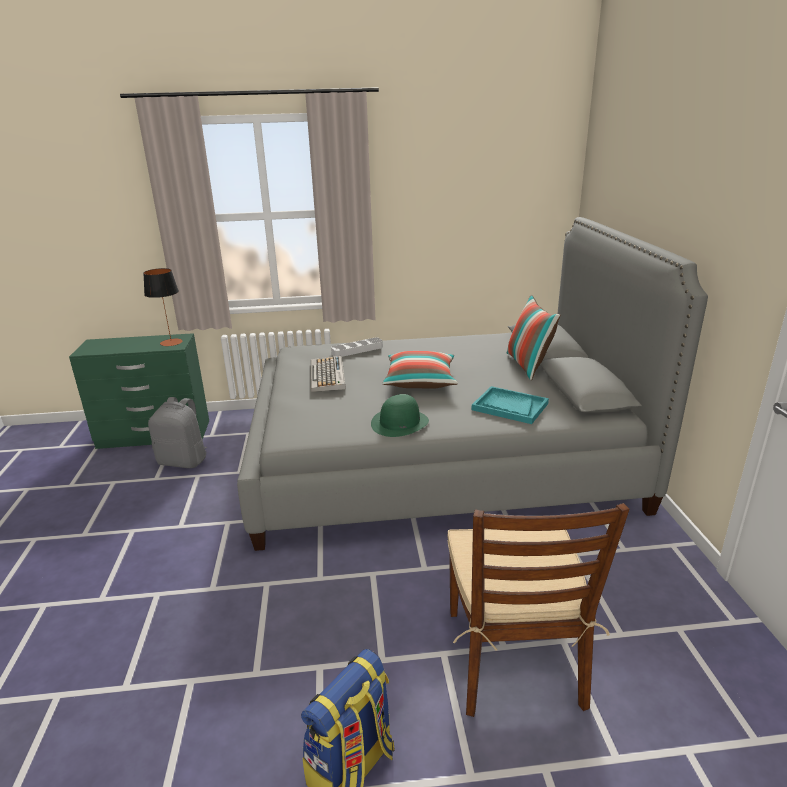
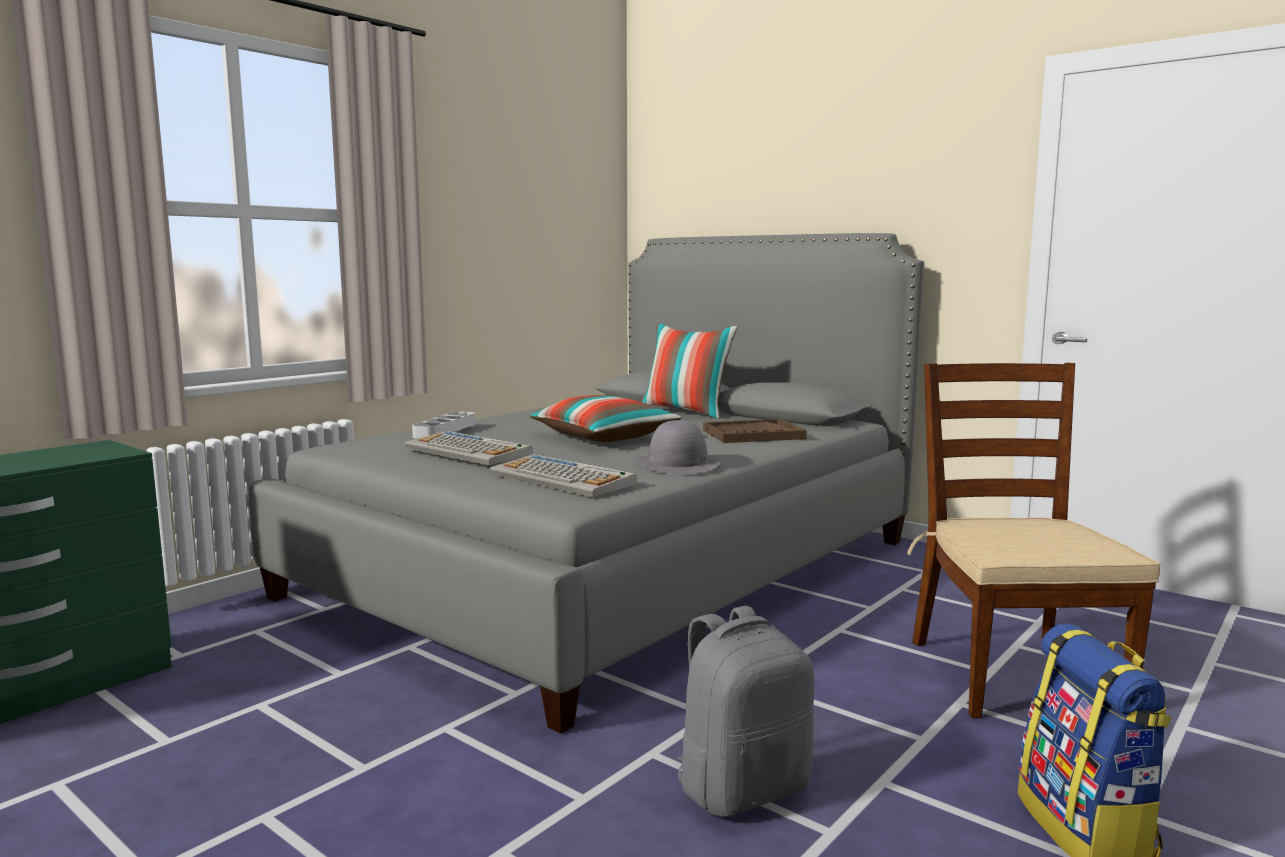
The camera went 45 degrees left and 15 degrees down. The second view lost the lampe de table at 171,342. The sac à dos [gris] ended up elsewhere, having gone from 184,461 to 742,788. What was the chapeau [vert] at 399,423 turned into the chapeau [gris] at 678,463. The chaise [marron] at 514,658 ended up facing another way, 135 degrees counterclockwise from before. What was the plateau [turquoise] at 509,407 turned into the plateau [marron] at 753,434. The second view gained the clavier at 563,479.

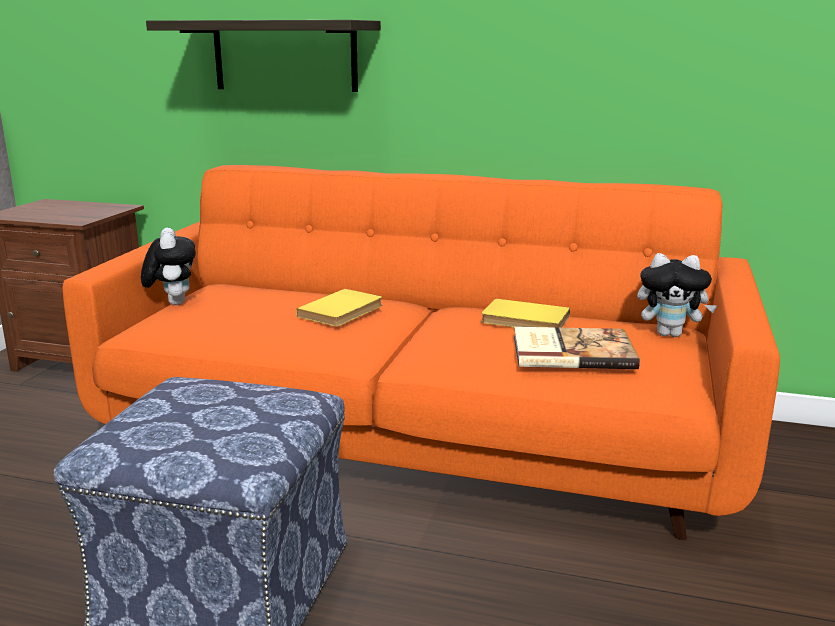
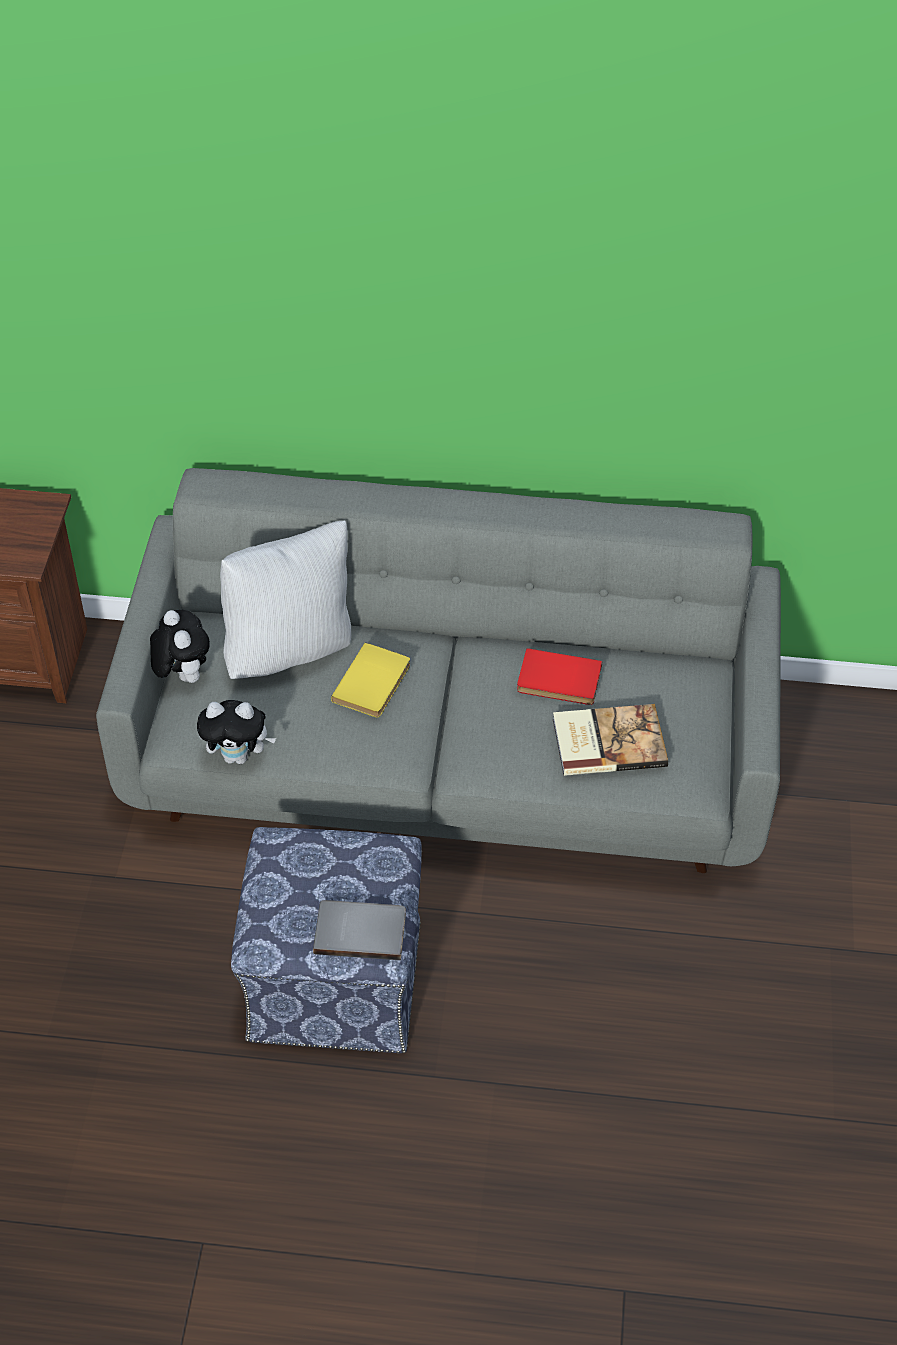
The camera went 10 degrees left and 30 degrees up. What was the canapé [orange] at 419,438 turned into the canapé [gris] at 449,760. The second view lost the étagère at 285,56. What was the livre [jaune] at 524,320 turned into the livre [rouge] at 558,681. The peluche ended up elsewhere, having gone from 670,334 to 238,756. The second view gained the coussin [blanc] at 290,649. The second view gained the livre [gris] at 360,930.

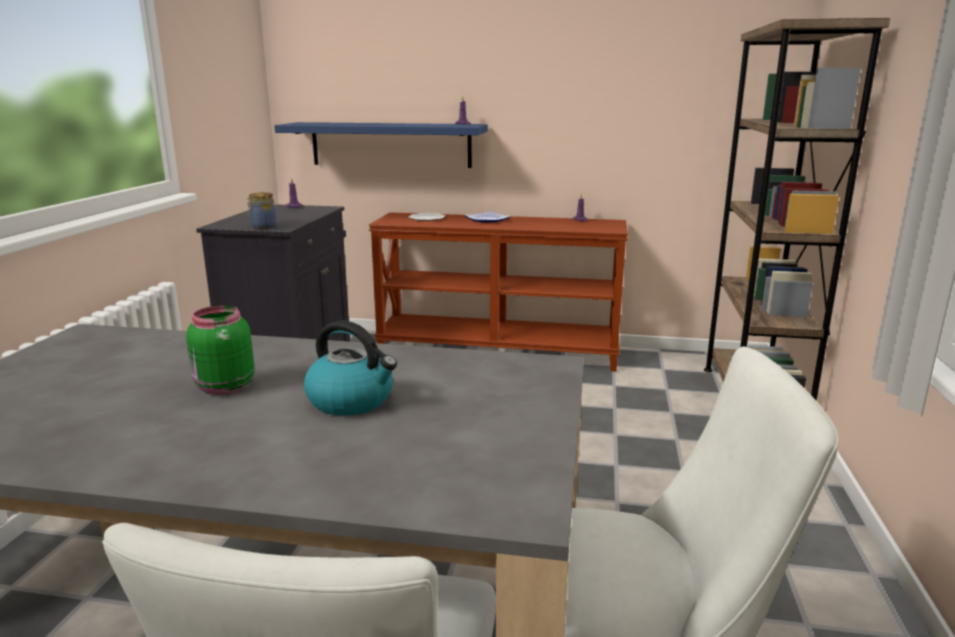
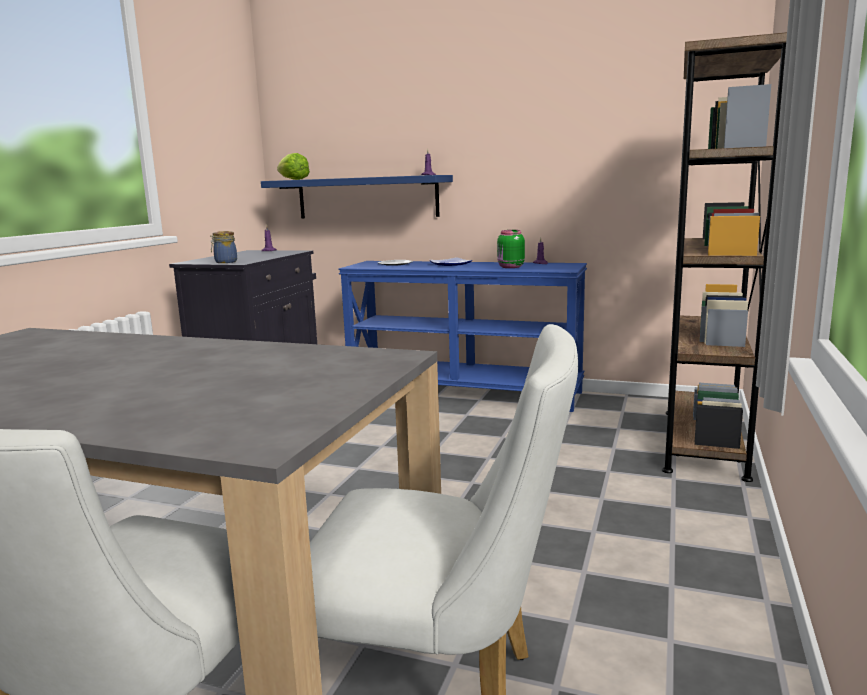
The camera went 10 degrees right and 5 degrees down. The bocal [vert] ended up elsewhere, having gone from 223,387 to 510,267. The second view lost the bouilloire at 352,400. What was the table console [marron] at 499,350 turned into the table console [bleu] at 464,392. The second view gained the laitue at 293,179.

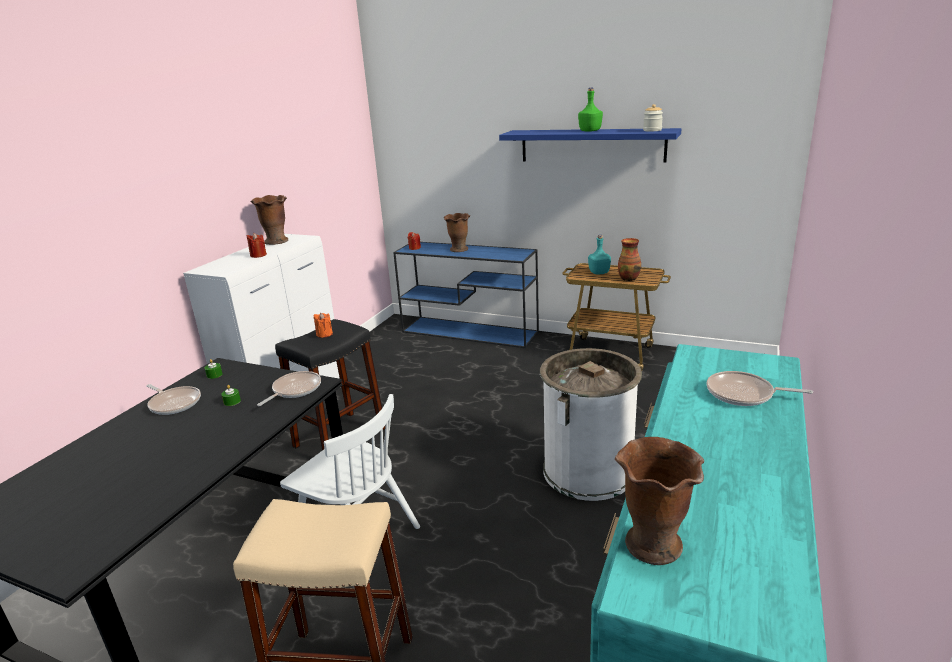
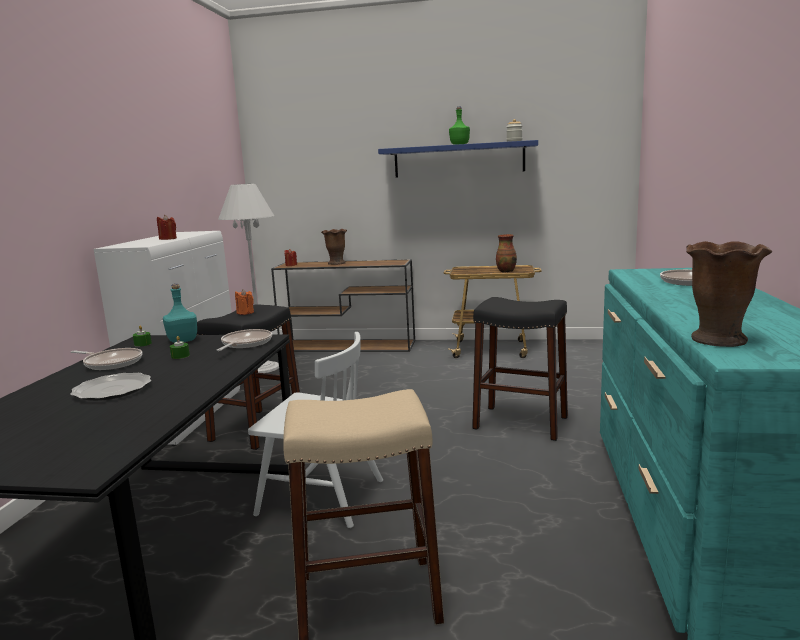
The camera went 15 degrees left and 10 degrees down. The second view lost the vase [marron] at 276,241. What was the table console [bleu] at 471,332 turned into the table console [marron] at 349,346. Where the poubelle [blanc] stood at 588,471, the tabouret [noir] came to stand at 521,422. The bouteille [turquoise] ended up elsewhere, having gone from 599,273 to 183,341. The second view gained the assiette at 113,389. The second view gained the lampadaire [blanc] at 262,368.

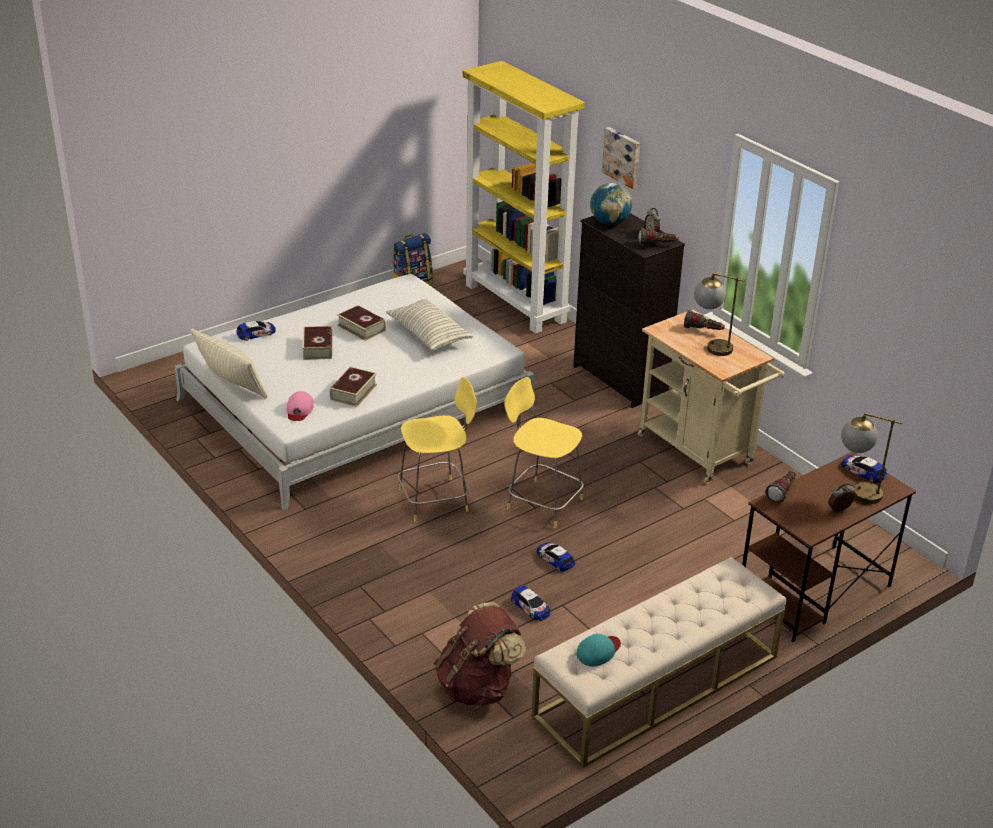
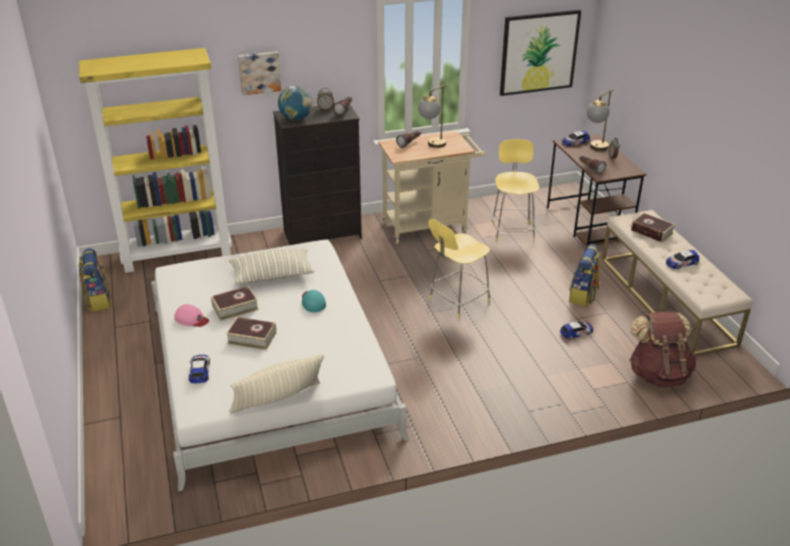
The camera went 70 degrees left and 0 degrees up. The casquette [rose] ended up elsewhere, having gone from 299,410 to 191,319. The livre ended up elsewhere, having gone from 353,392 to 651,232. The tabouret [jaune] ended up elsewhere, having gone from 436,499 to 512,231. The petite voiture ended up elsewhere, having gone from 555,559 to 681,263. The casquette [turquoise] ended up elsewhere, having gone from 598,651 to 313,302. The second view gained the tableau at 539,52. The second view gained the sac à dos at 583,296.

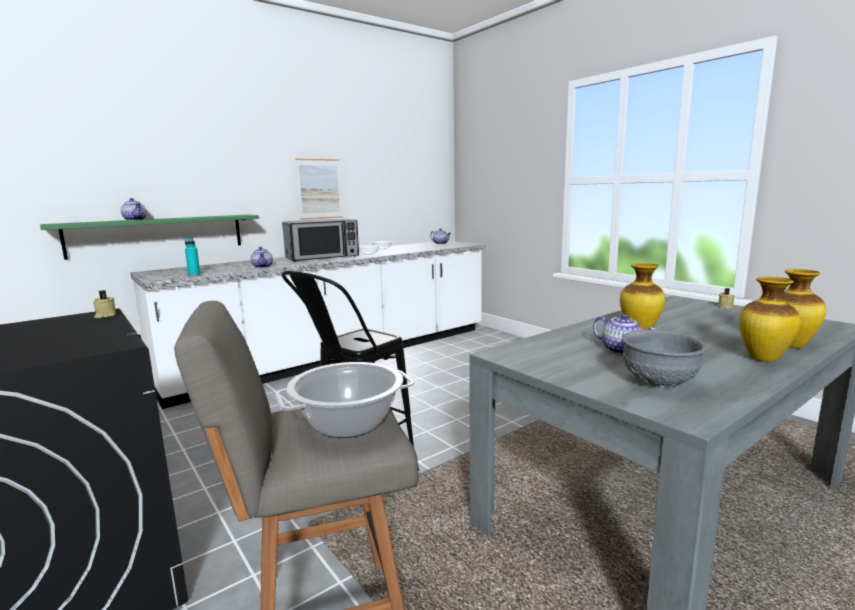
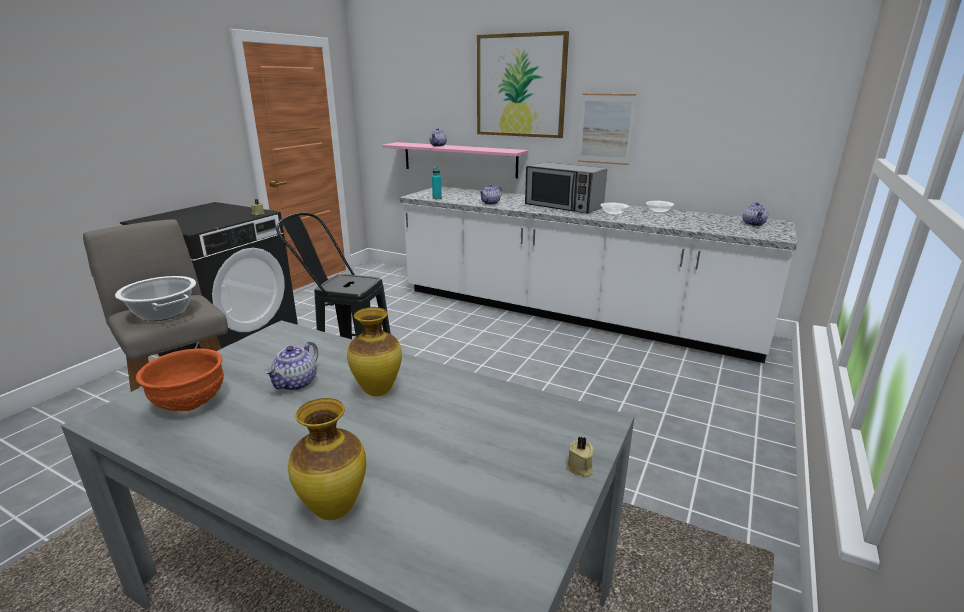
The camera went 65 degrees right and 10 degrees up. What was the étagère [vert] at 158,235 turned into the étagère [rose] at 459,159. What was the bol [gris] at 659,384 turned into the bol [orange] at 189,404. The second view lost the vase at 762,359. The second view gained the tableau at 520,86.

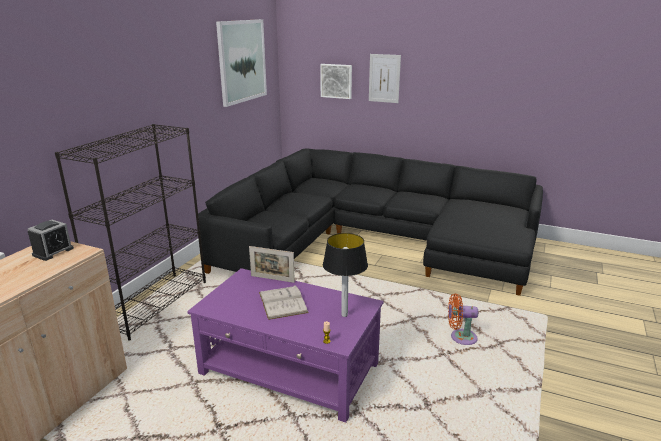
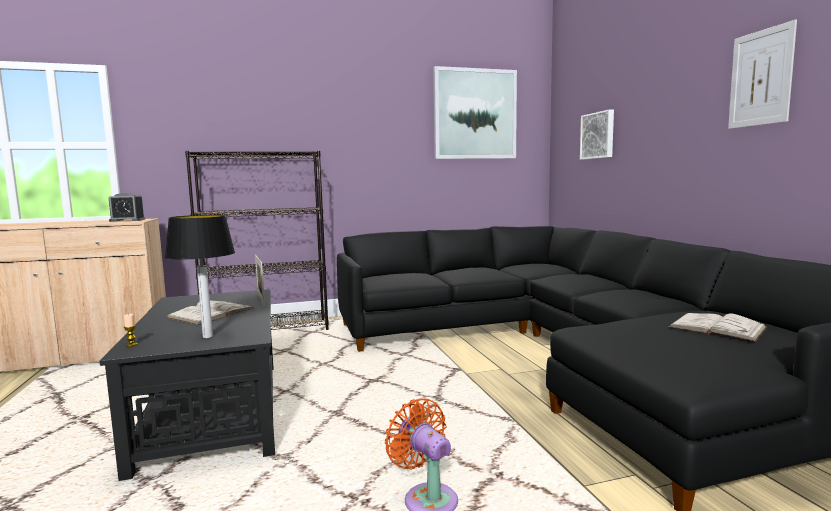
The camera went 50 degrees right and 15 degrees down. What was the table basse [violet] at 290,369 turned into the table basse [noir] at 213,412. The tableau ended up elsewhere, having gone from 384,78 to 760,78. The second view gained the livre [blanc] at 717,327.

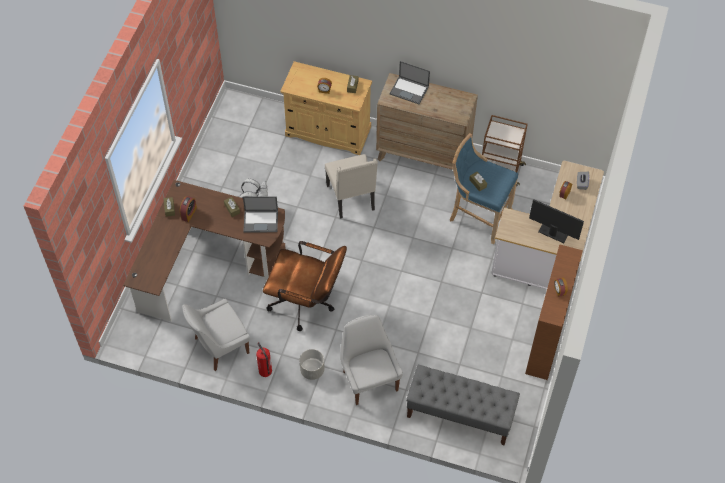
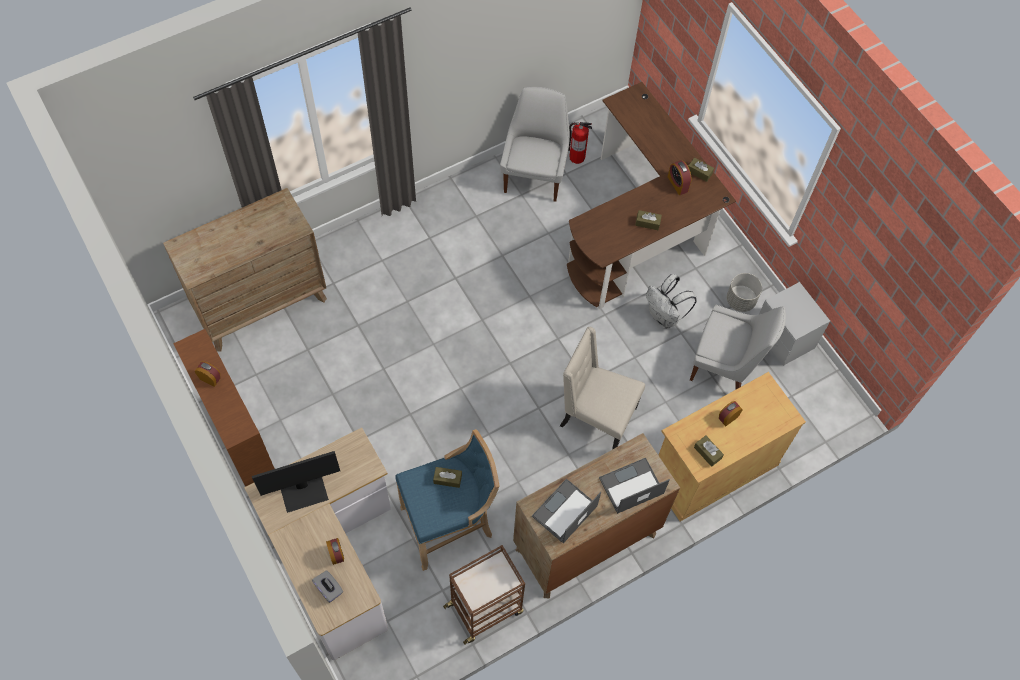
The camera went 130 degrees right and 5 degrees up. The ordinateur portable ended up elsewhere, having gone from 261,221 to 564,512. The extincteur ended up elsewhere, having gone from 265,371 to 576,157. The second view lost the chaise de bureau [marron] at 307,303. The cache-pot [gris] ended up elsewhere, having gone from 312,370 to 741,300. The chaise [blanc] ended up elsewhere, having gone from 369,379 to 725,366. Where the banc [gris] stood at 459,415, the commode [marron] came to stand at 261,305. The second view gained the table de chevet [gris] at 783,338.

